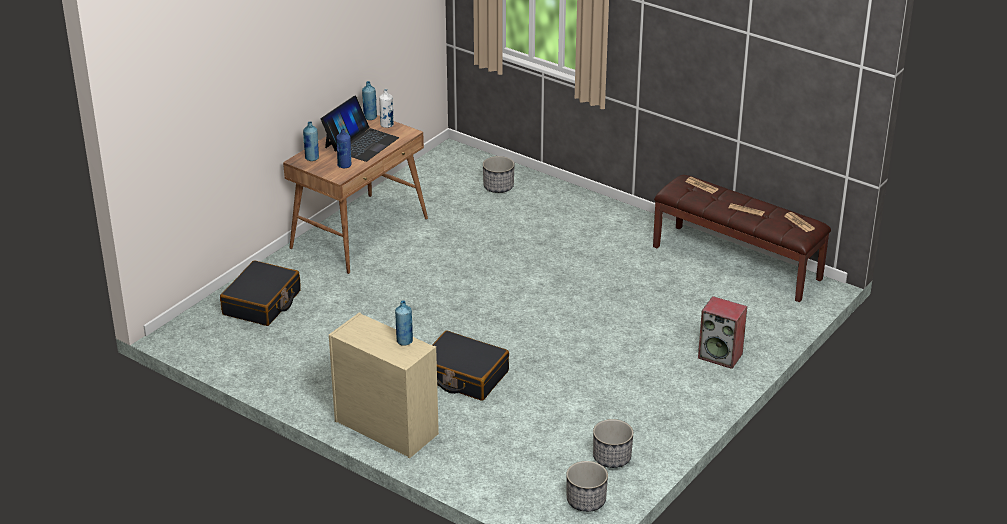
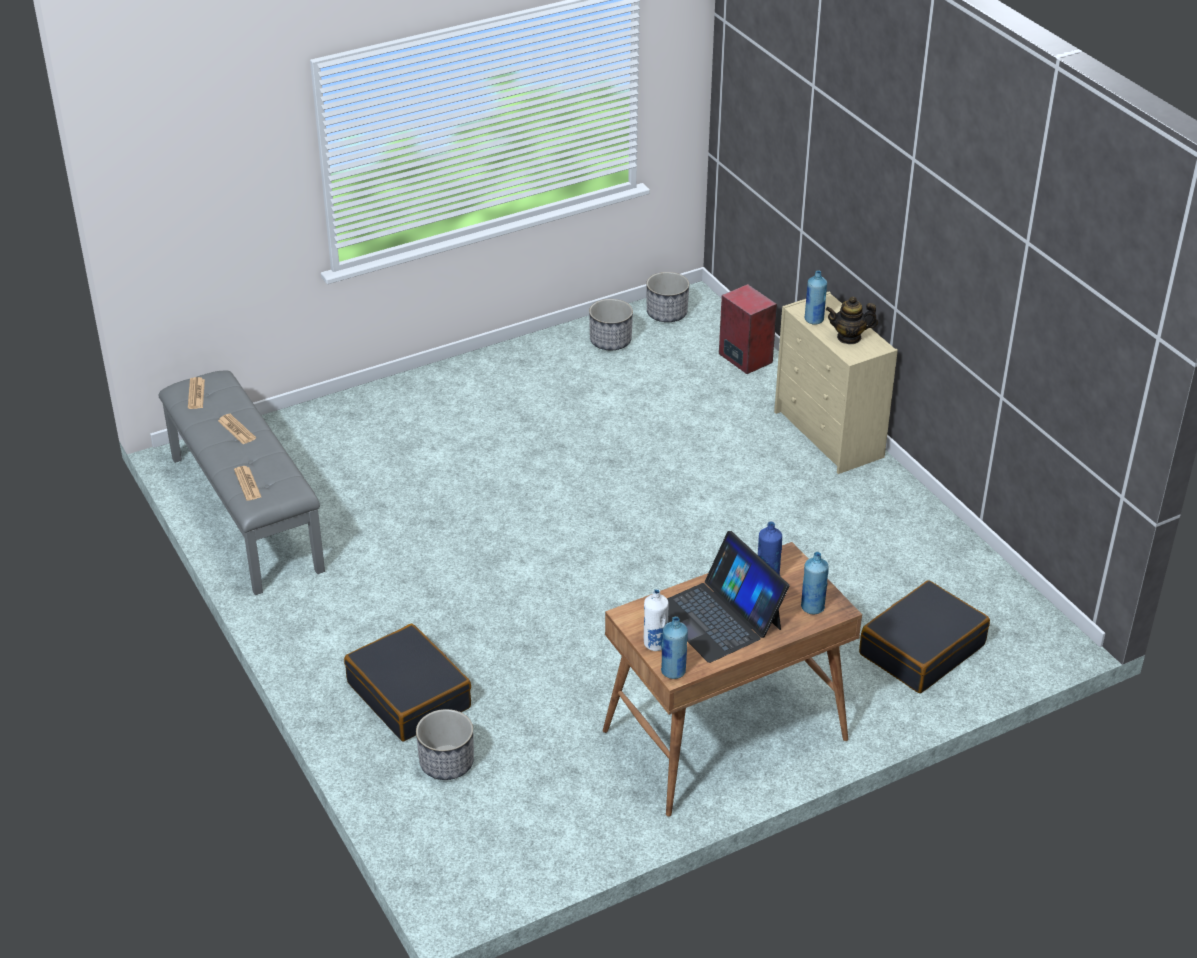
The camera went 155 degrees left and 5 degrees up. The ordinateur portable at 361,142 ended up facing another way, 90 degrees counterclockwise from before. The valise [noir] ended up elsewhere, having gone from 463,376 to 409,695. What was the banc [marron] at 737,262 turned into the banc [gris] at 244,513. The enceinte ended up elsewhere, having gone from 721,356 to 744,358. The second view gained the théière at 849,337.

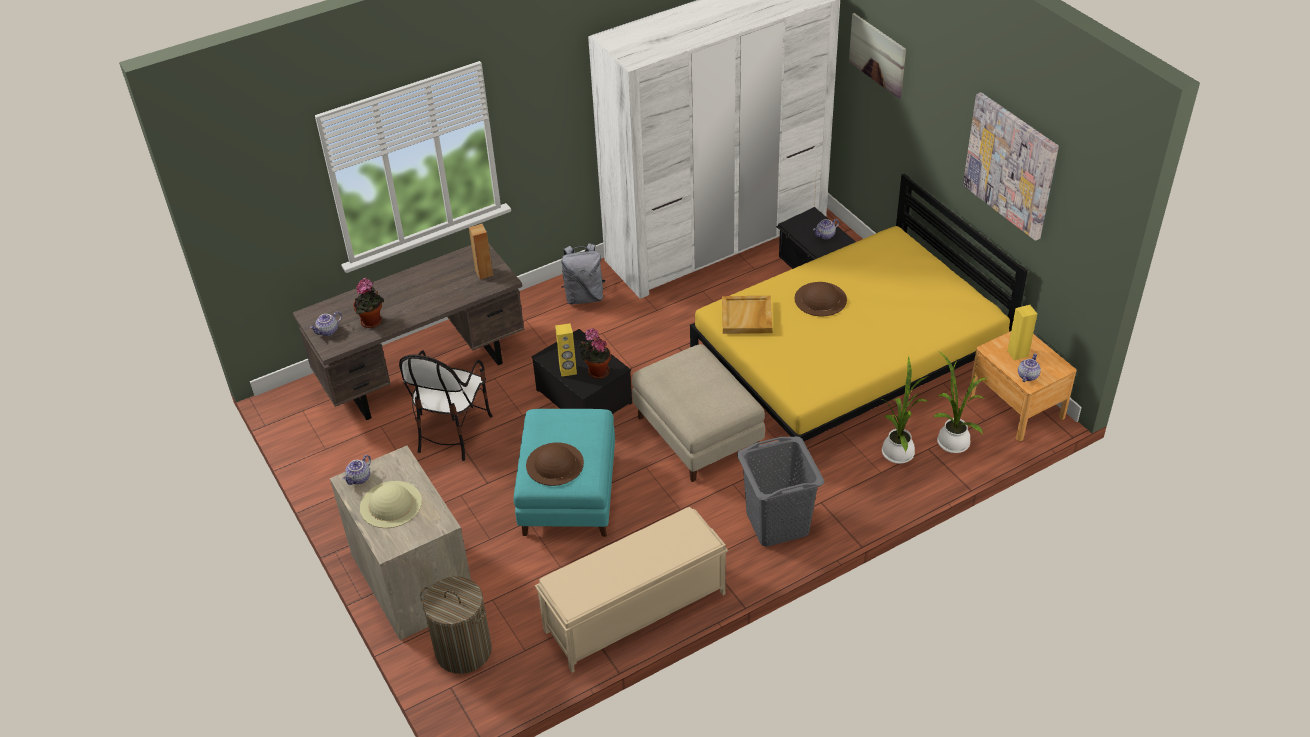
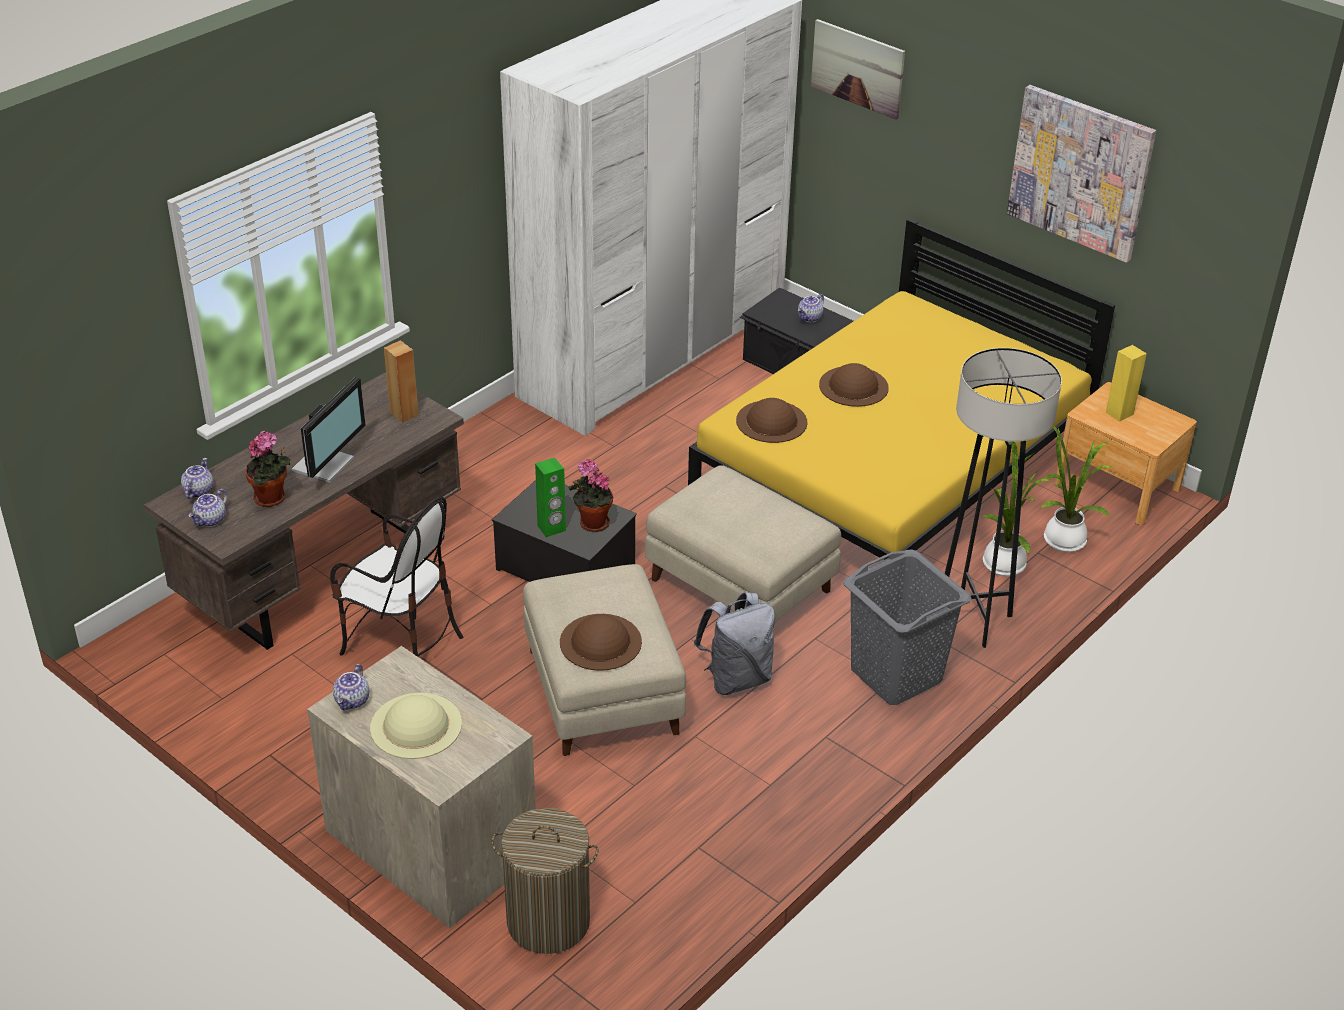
The camera went 20 degrees left and 5 degrees down. The chaise at 452,432 ended up facing another way, 60 degrees counterclockwise from before. What was the pouf [turquoise] at 569,495 turned into the pouf [beige] at 604,693. The second view lost the banc [beige] at 634,612. What was the enceinte [jaune] at 568,370 turned into the enceinte [vert] at 551,528. The sac à dos [gris] ended up elsewhere, having gone from 584,297 to 736,678. Where the plateau [beige] stood at 747,317, the chapeau [marron] came to stand at 771,421. The théière ended up elsewhere, having gone from 1027,375 to 198,491. The second view gained the écran d'ordinateur at 326,465. The second view gained the lampadaire [gris] at 972,620.

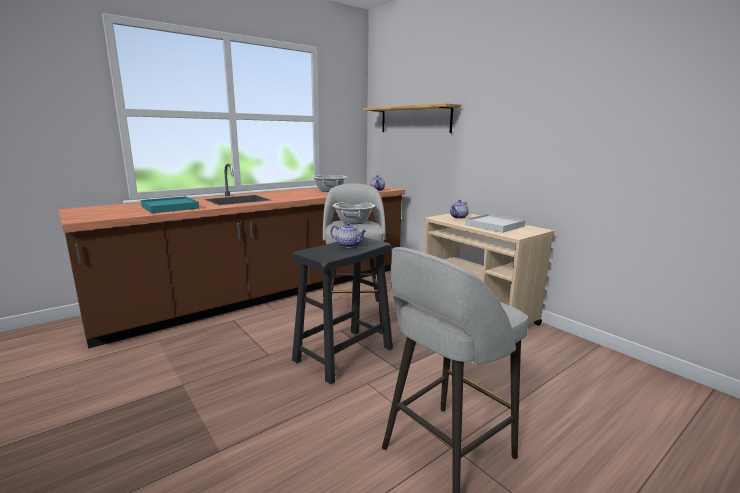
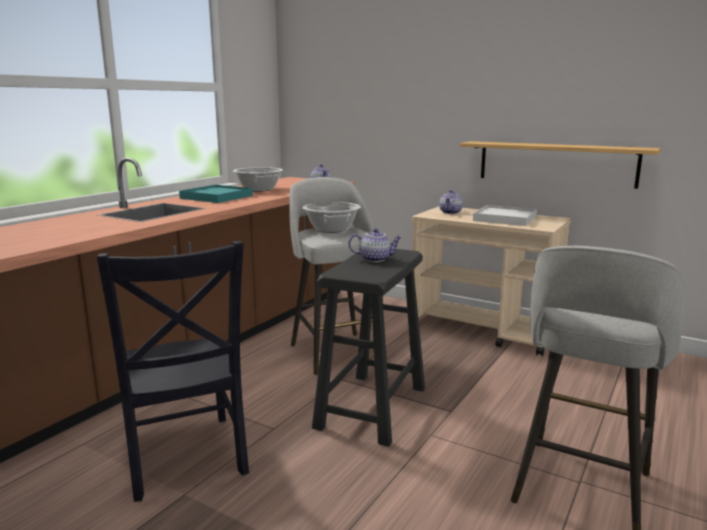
The camera went 20 degrees left and 0 degrees up. The plateau [turquoise] ended up elsewhere, having gone from 170,207 to 216,197. The étagère ended up elsewhere, having gone from 414,119 to 556,163. The second view gained the chaise [noir] at 185,459.

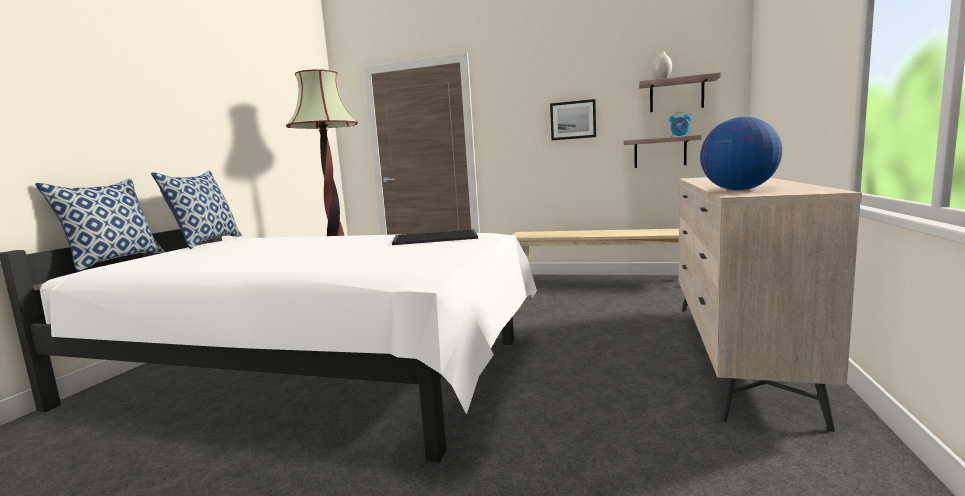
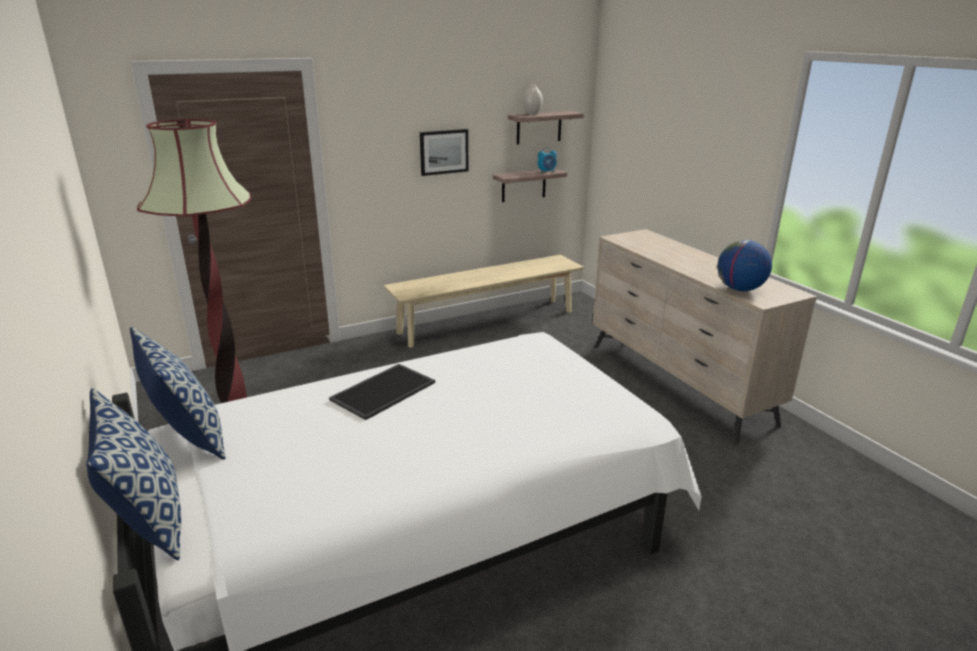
The camera went 45 degrees left and 15 degrees up. The plateau ended up elsewhere, having gone from 436,238 to 383,390.

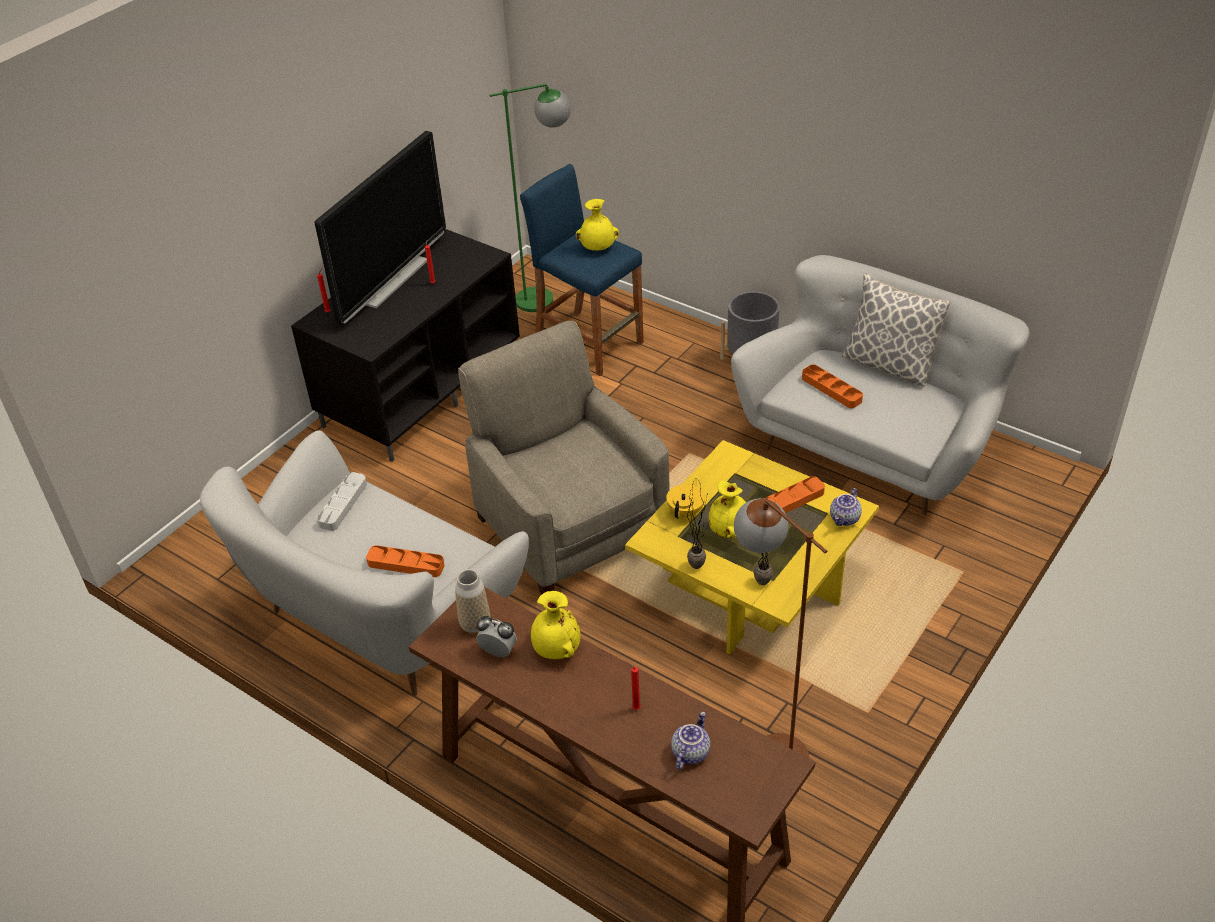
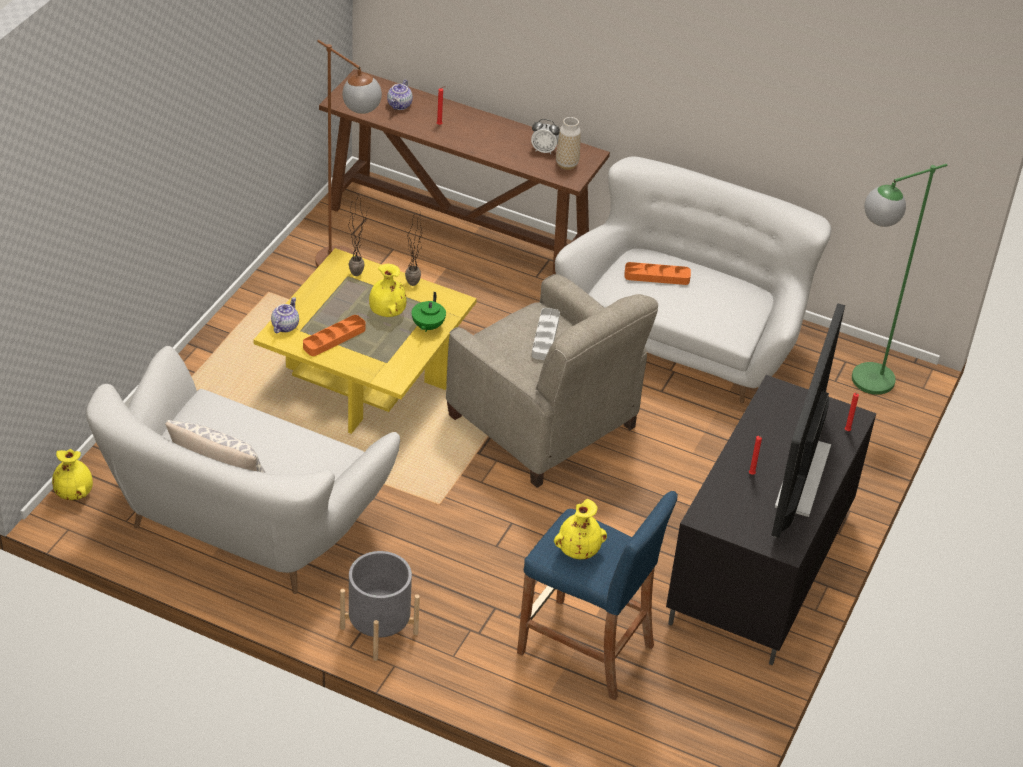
The camera went 165 degrees right and 0 degrees up. The plateau [gris] ended up elsewhere, having gone from 343,504 to 545,337. The lampadaire [vert] ended up elsewhere, having gone from 547,297 to 860,384. The vase [jaune] ended up elsewhere, having gone from 556,649 to 74,493. What was the théière [jaune] at 686,511 turned into the théière [vert] at 427,326. The second view lost the plateau [orange] at 831,389.

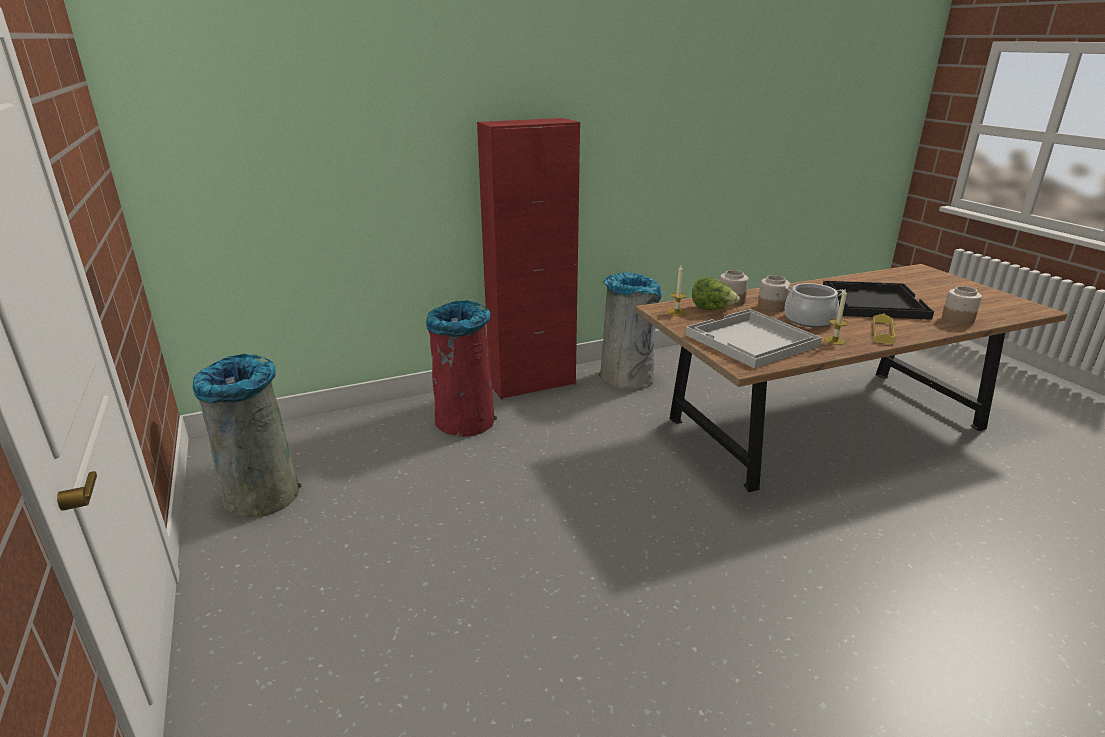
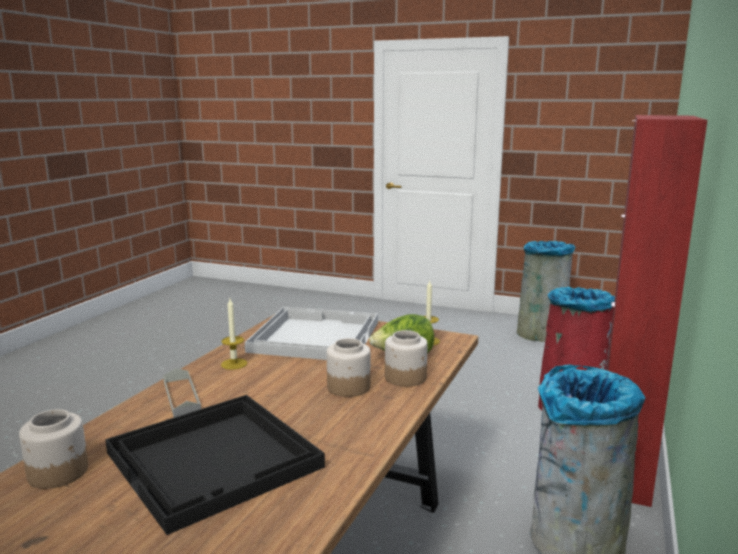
The camera went 135 degrees right and 10 degrees down. The second view lost the marmite at 809,320. What was the plateau [jaune] at 882,332 turned into the plateau [gris] at 181,396.

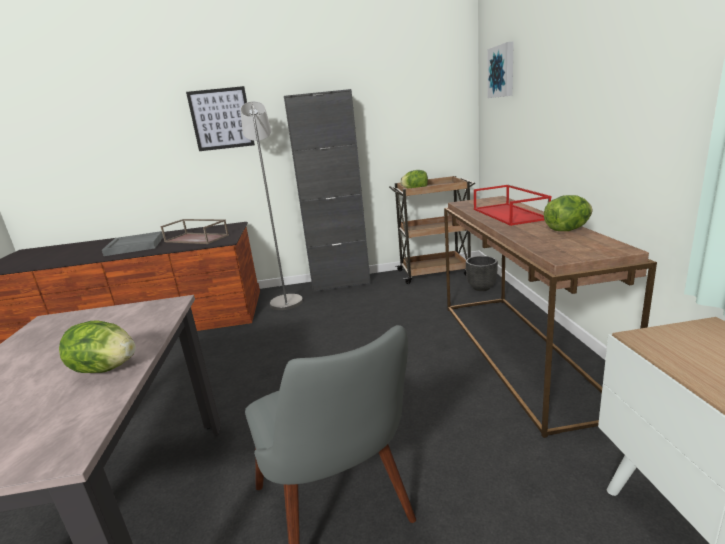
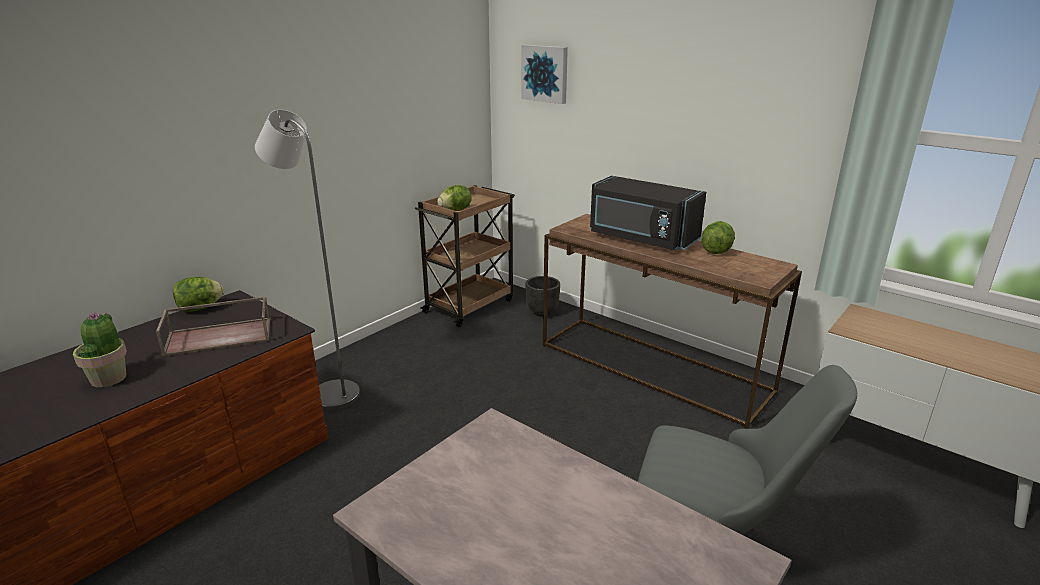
The camera went 45 degrees left and 5 degrees up. The laitue ended up elsewhere, having gone from 105,369 to 200,308. Where the plateau [gris] stood at 134,246, the plante en pot came to stand at 109,378. The second view lost the tableau at 221,119. The second view lost the meuble de rangement [noir] at 341,283. Where the plateau [rouge] stood at 510,214, the micro-ondes [noir] came to stand at 641,238.

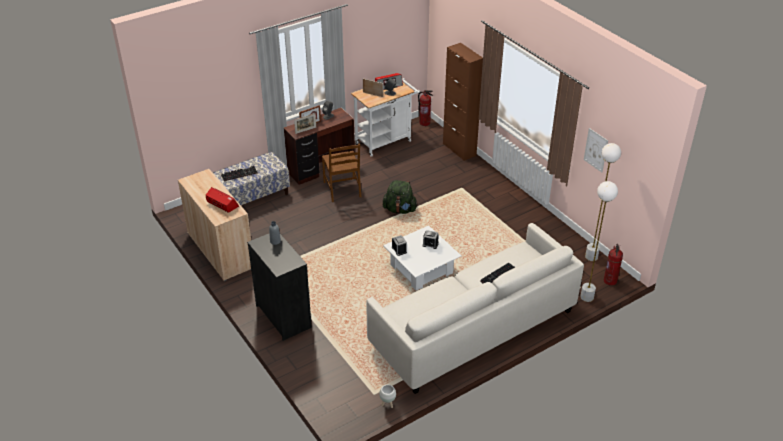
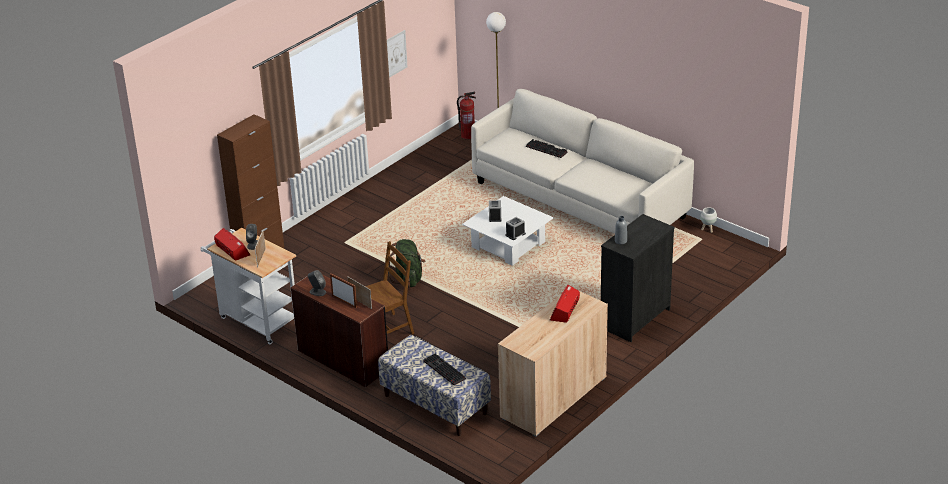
The camera went 105 degrees left and 5 degrees down. The second view lost the extincteur at 424,123. The second view lost the lampadaire [blanc] at 591,257.

